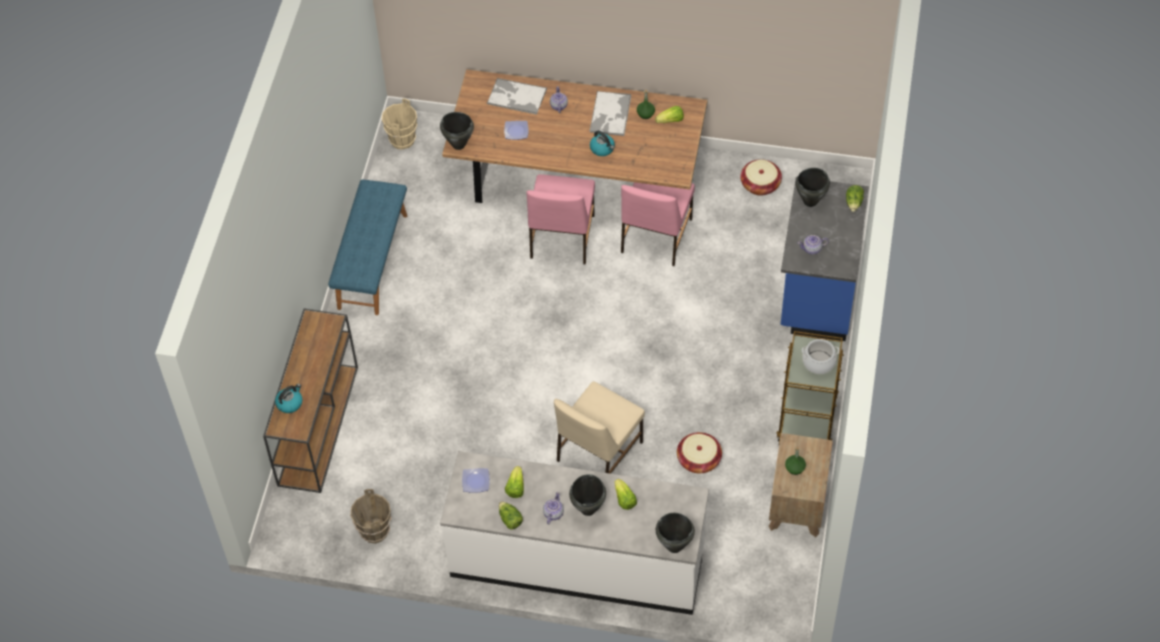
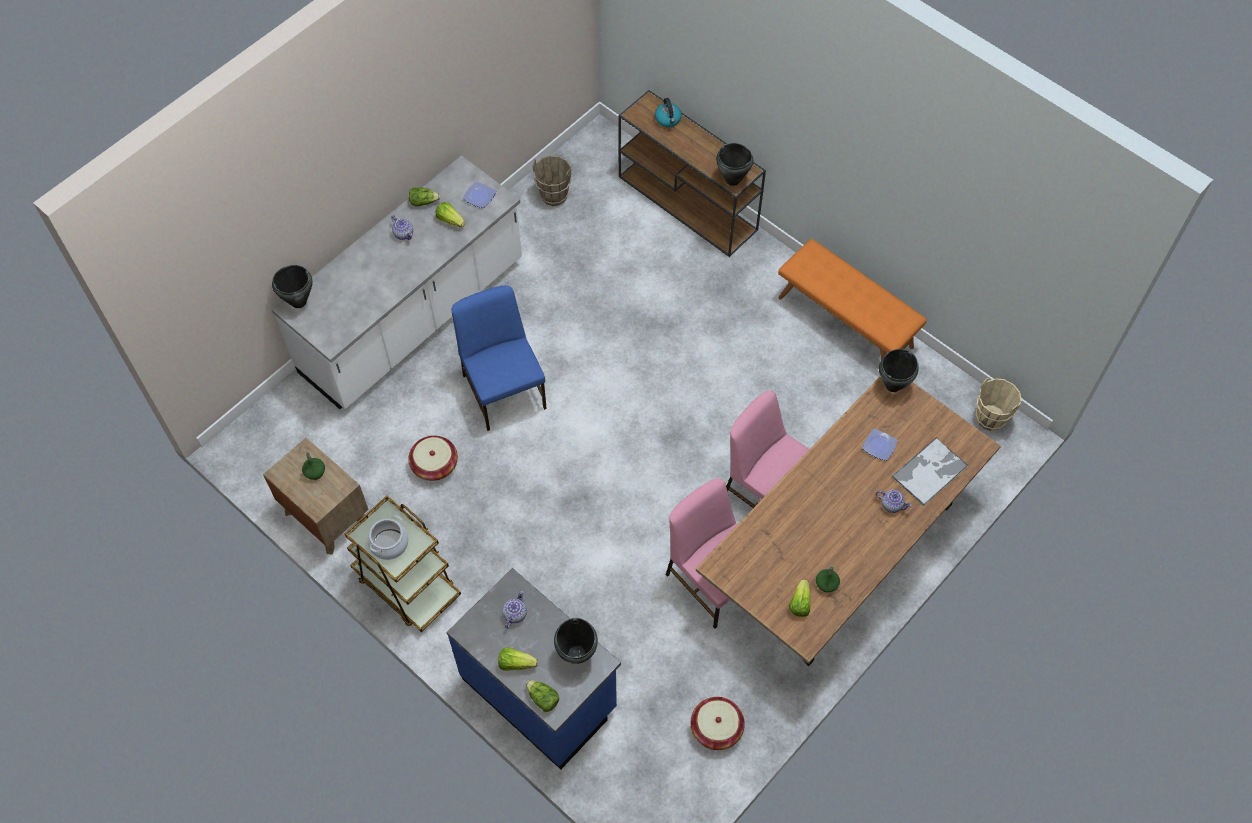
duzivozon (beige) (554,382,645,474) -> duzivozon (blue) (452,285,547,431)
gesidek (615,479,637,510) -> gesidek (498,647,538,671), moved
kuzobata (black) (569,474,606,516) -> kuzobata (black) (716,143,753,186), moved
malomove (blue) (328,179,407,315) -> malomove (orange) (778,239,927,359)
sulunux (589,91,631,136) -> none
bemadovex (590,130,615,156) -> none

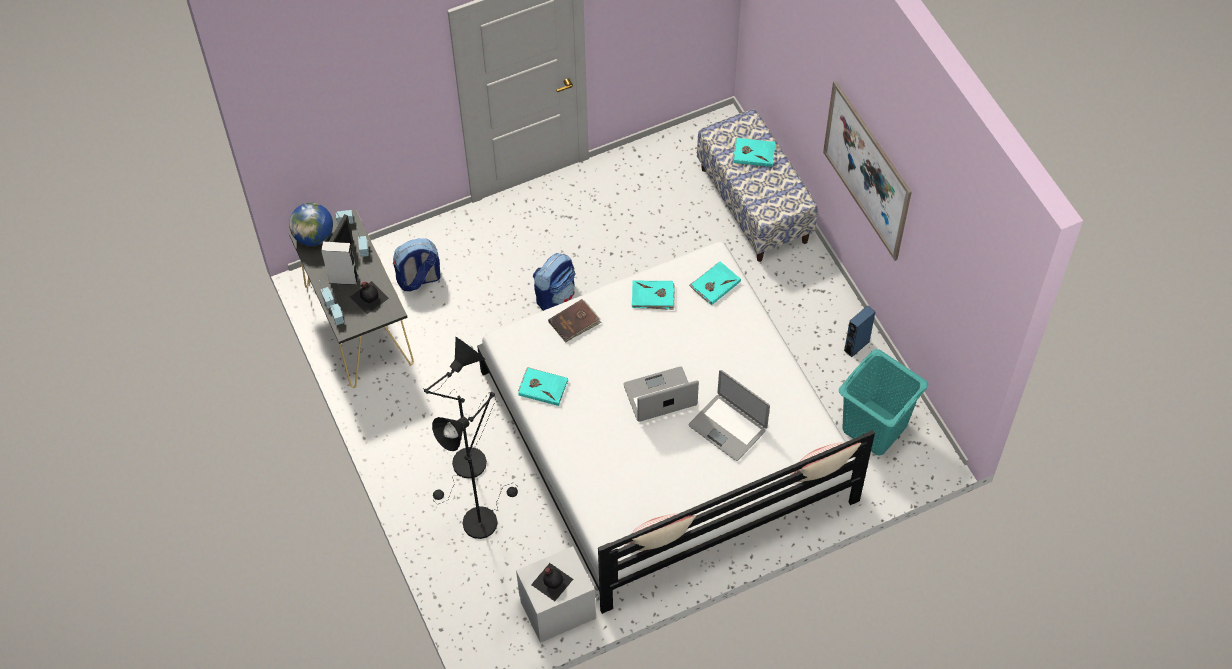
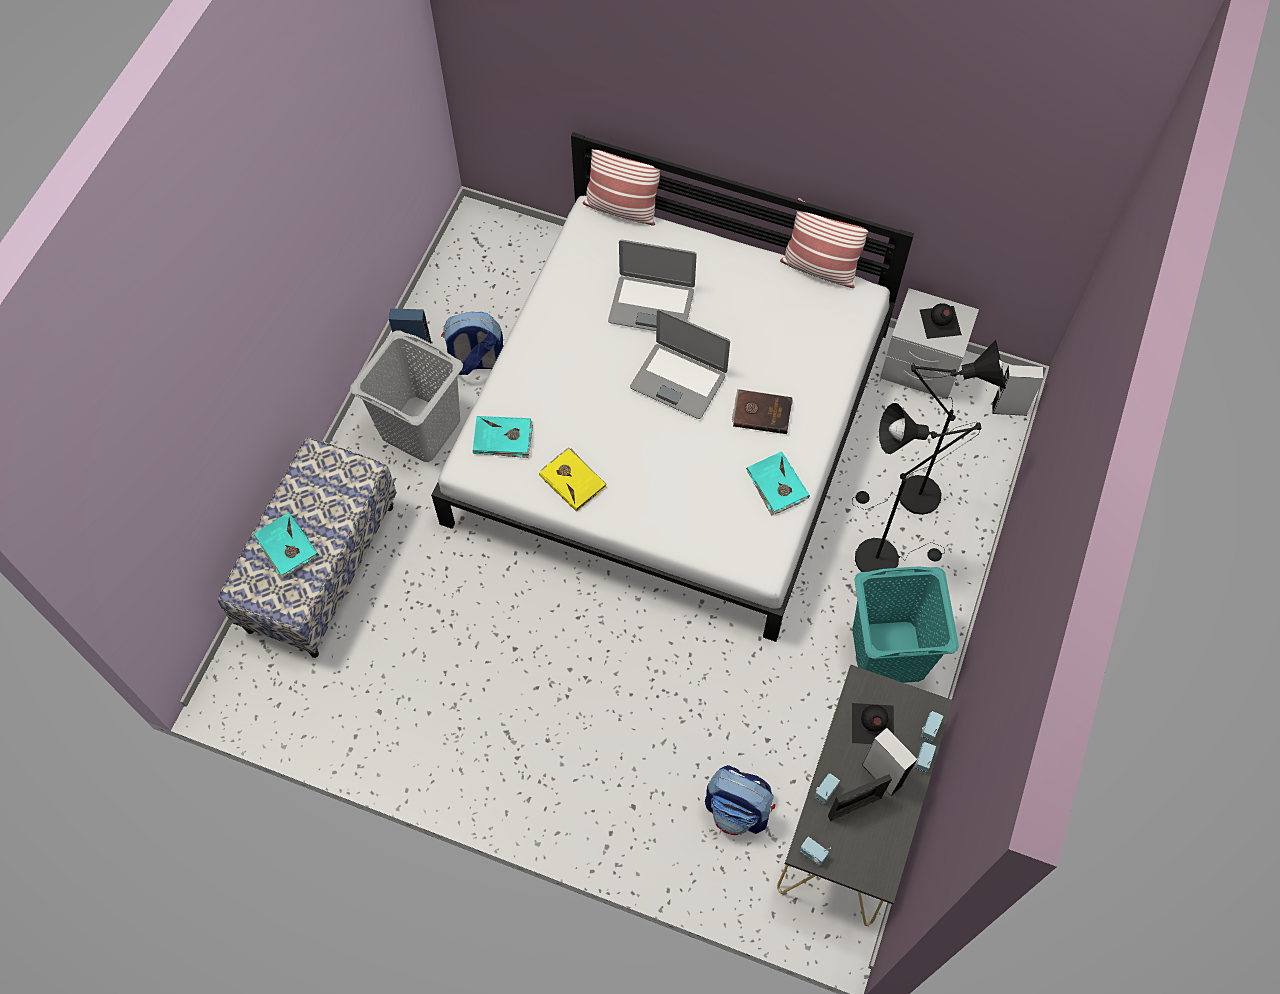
none -> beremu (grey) (350,331,463,462)
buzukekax (533,253,575,311) -> buzukekax (441,311,503,375), moved
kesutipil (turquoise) (631,281,675,310) -> kesutipil (yellow) (539,447,607,512)
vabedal (689,370,770,461) -> vabedal (608,240,697,331), 105 degrees clockwise
kesutipil (brown) (548,299,601,342) -> kesutipil (brown) (732,389,793,434), moved
beremu (turquoise) (839,349,928,455) -> beremu (turquoise) (852,566,959,683), moved
none -> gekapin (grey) (992,365,1044,416)
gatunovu (289,203,333,246) -> none
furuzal (823,80,912,261) -> none

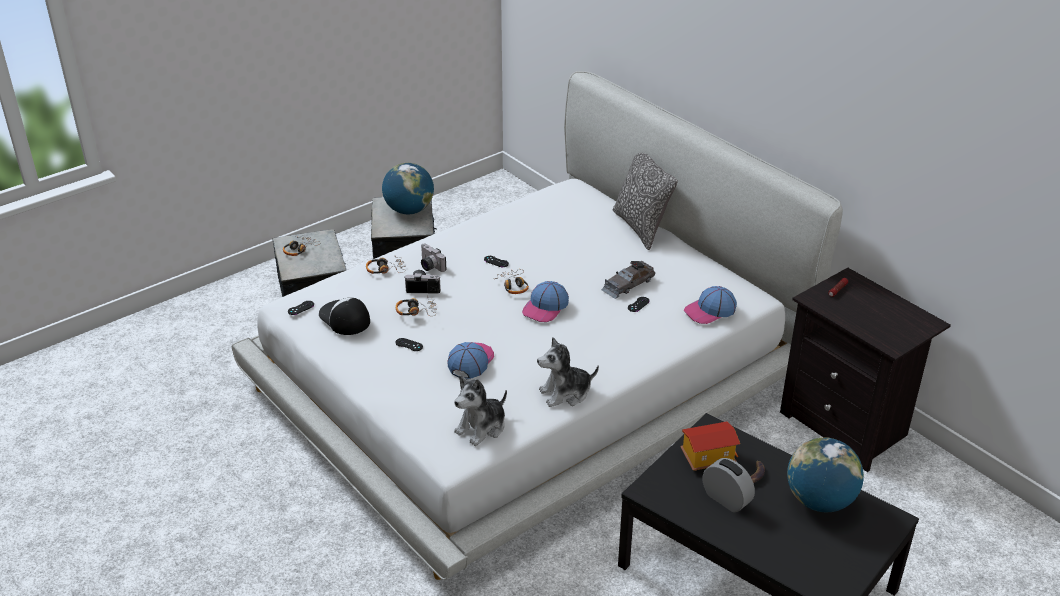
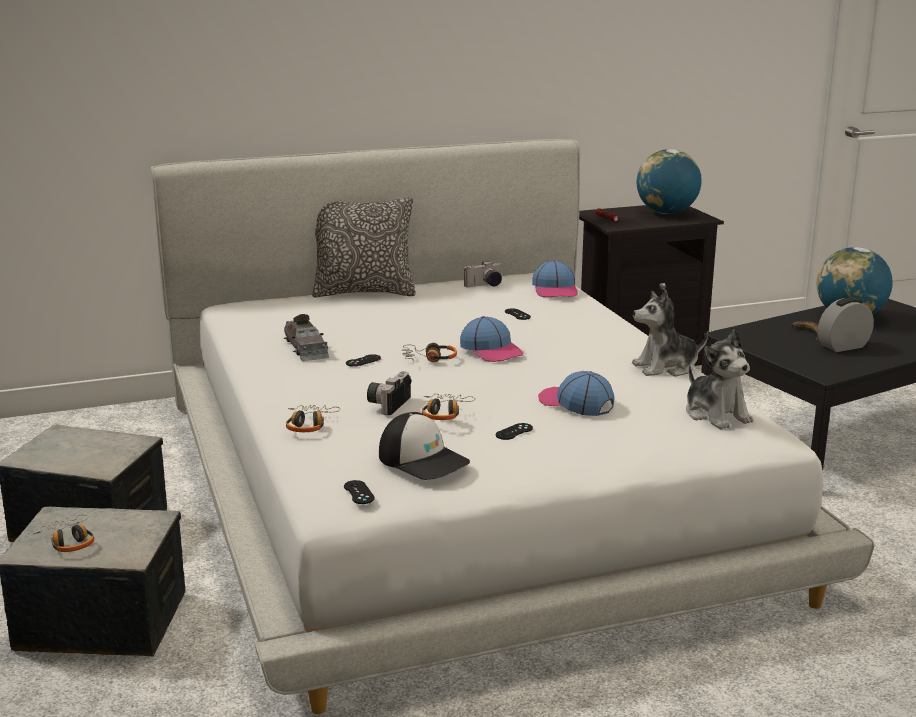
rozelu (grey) (602,261,655,299) -> rozelu (grey) (283,314,329,361), moved
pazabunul (319,297,370,335) -> pazabunul (379,412,470,480), 120 degrees counterclockwise
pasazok (421,243,447,272) -> pasazok (464,261,503,287), moved
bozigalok (537,337,599,407) -> bozigalok (632,290,708,377), 75 degrees clockwise
gatunovu (382,163,434,214) -> gatunovu (637,149,702,214), moved
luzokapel (680,421,740,471) -> none

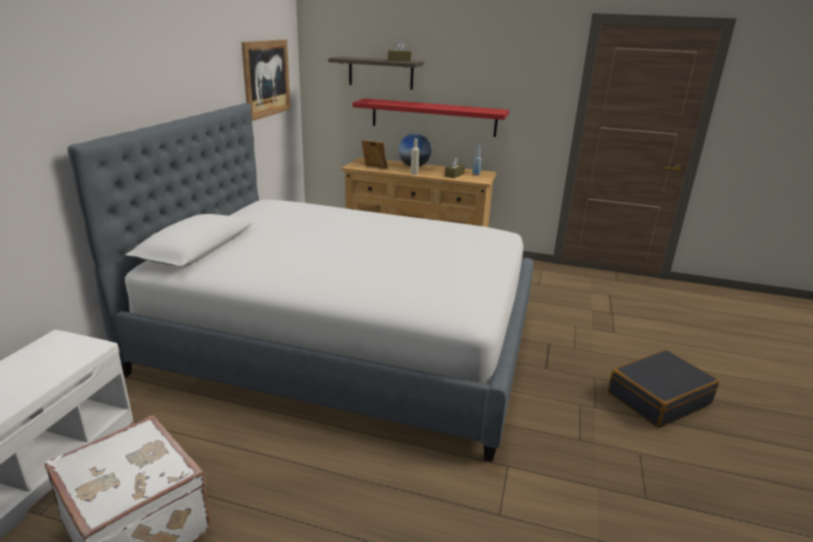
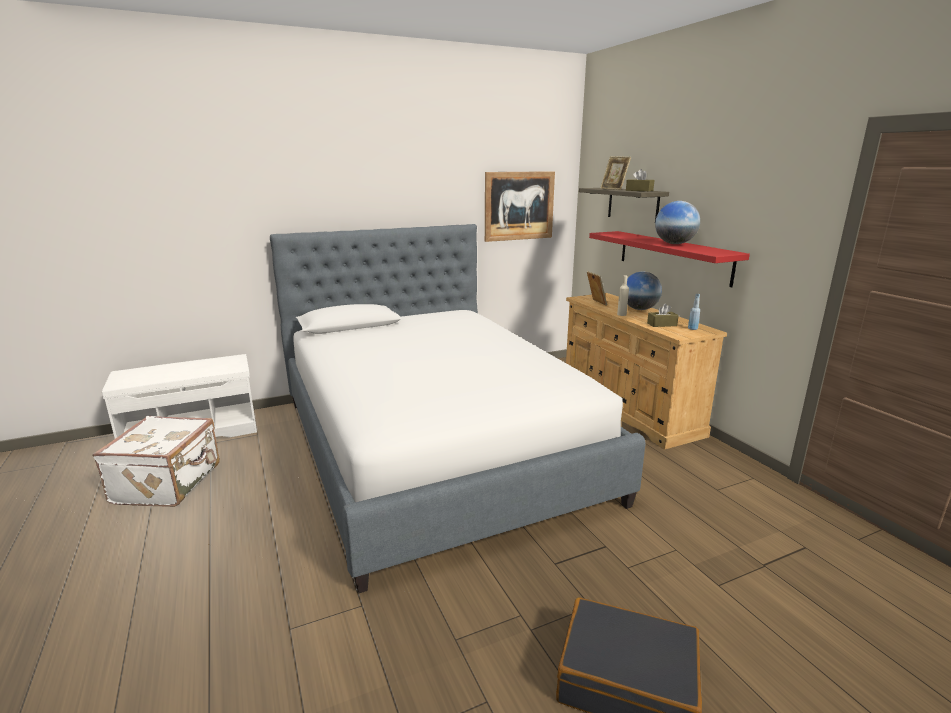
none -> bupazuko (600,157,631,190)
none -> gatunovu (655,201,700,244)

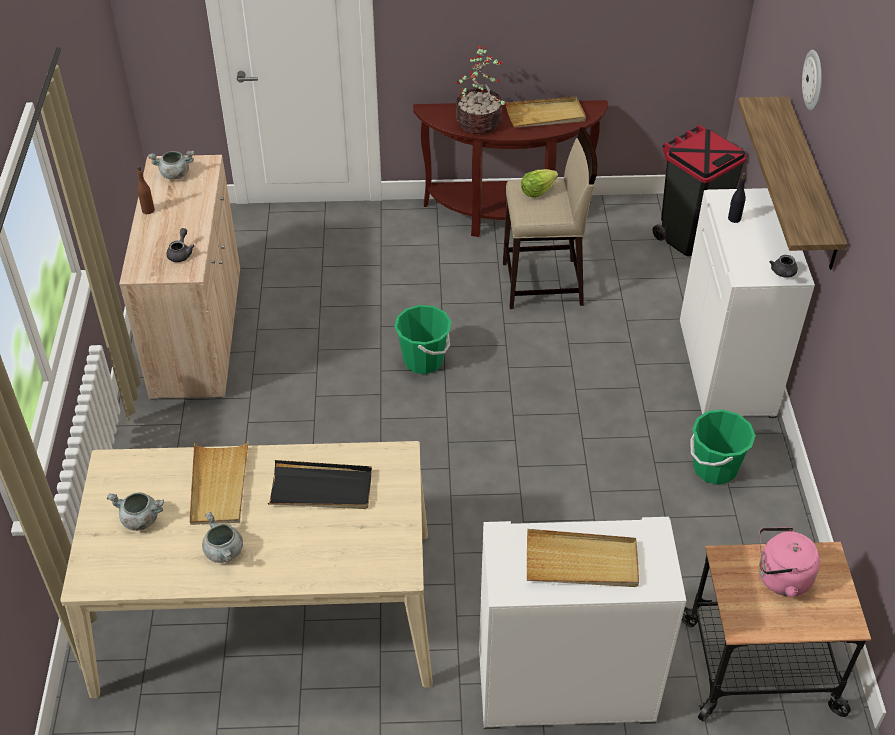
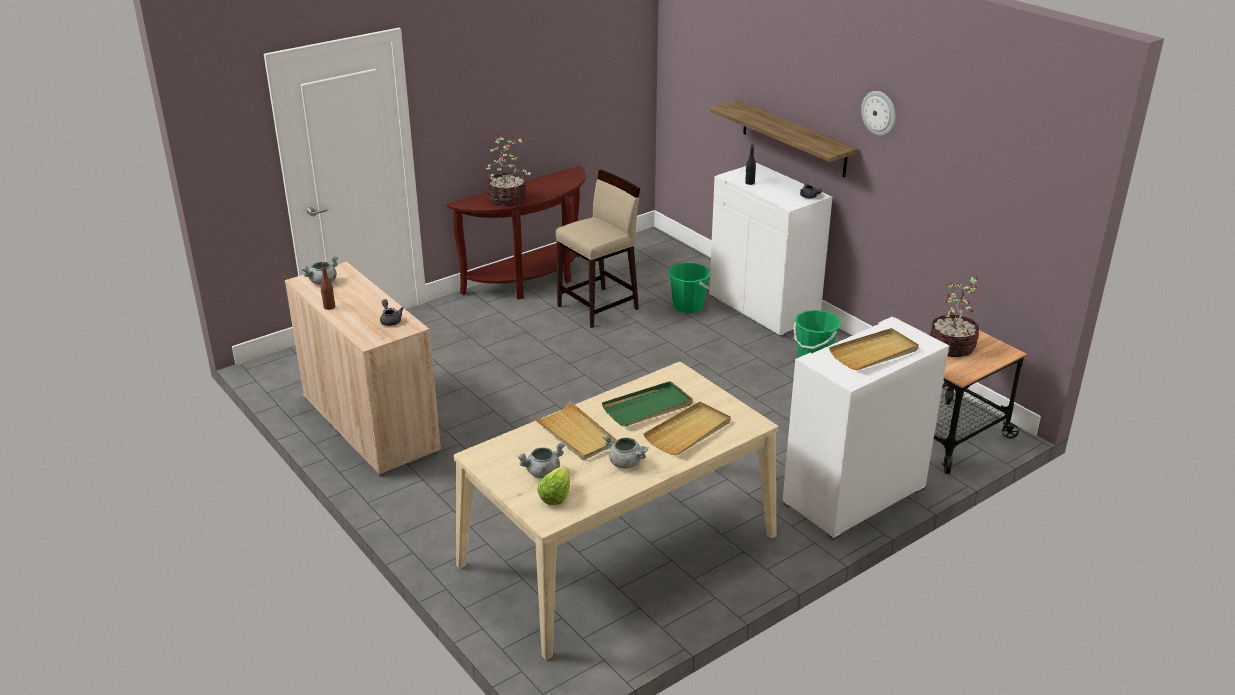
gesidek (521,169,558,198) -> gesidek (537,467,570,505), moved
sulunux (black) (268,460,372,509) -> sulunux (green) (602,381,693,427)
sulunux (beige) (506,97,586,128) -> sulunux (beige) (643,402,731,455), moved
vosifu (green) (394,305,451,374) -> vosifu (green) (668,263,711,313), moved
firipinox (802,50,822,111) -> firipinox (861,91,896,136), moved
bemadovex (pink) (759,527,820,597) -> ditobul (930,276,979,357)
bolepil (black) (653,125,747,256) -> none

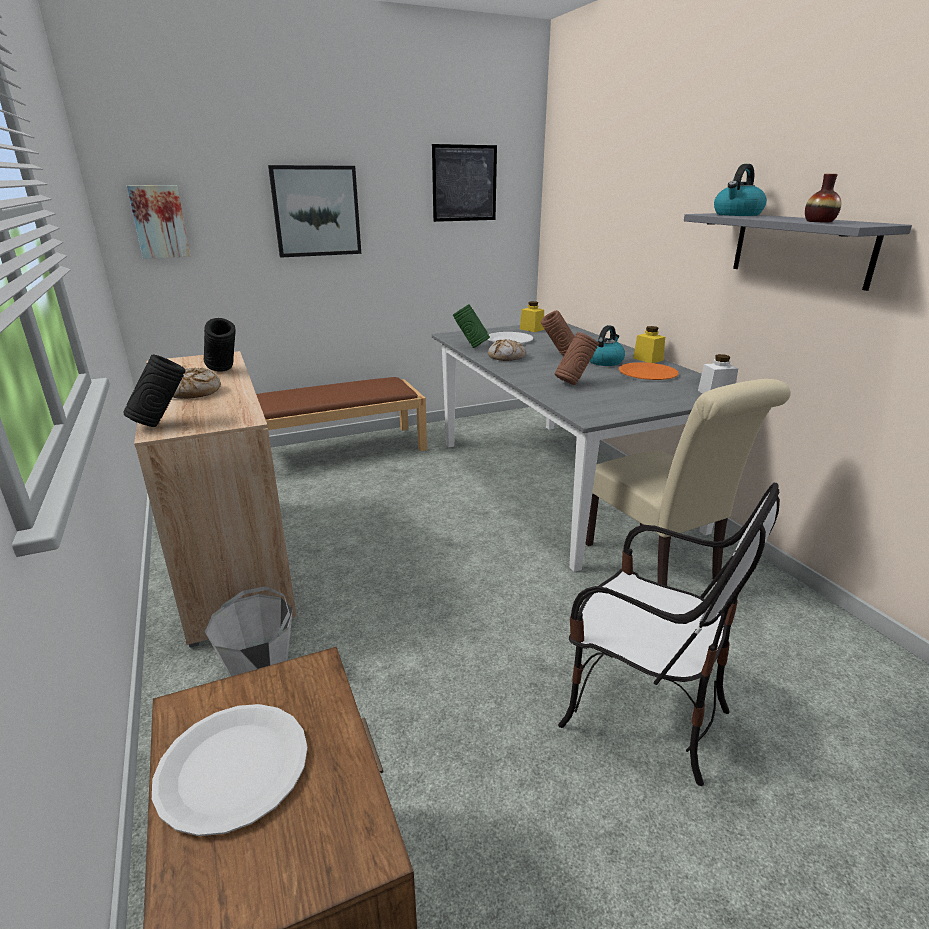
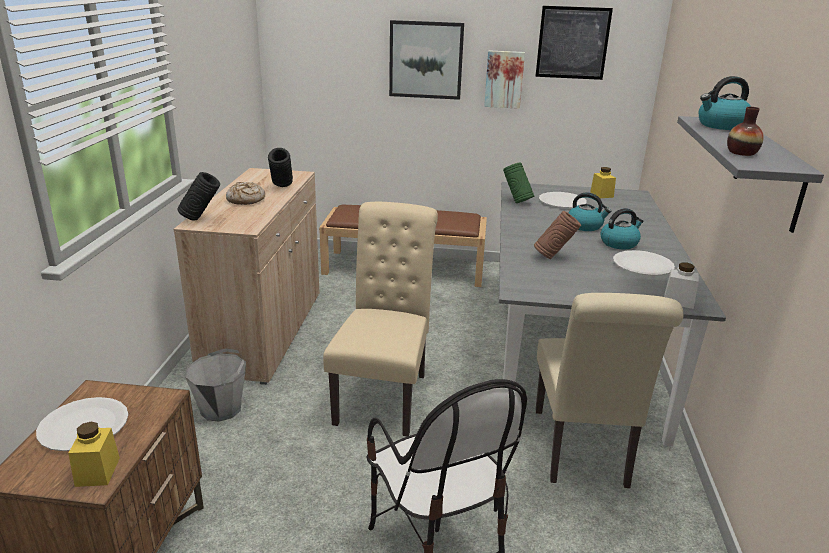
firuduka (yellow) (633,326,665,363) -> firuduka (yellow) (68,422,120,487), moved
none -> duzivozon (beige) (323,202,438,436)
furuzal (127,185,191,259) -> furuzal (484,50,525,109), moved
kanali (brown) (541,310,574,355) -> bemadovex (569,193,611,231)
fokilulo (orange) (619,362,678,380) -> fokilulo (white) (613,250,675,276)
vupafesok (488,339,526,361) -> none

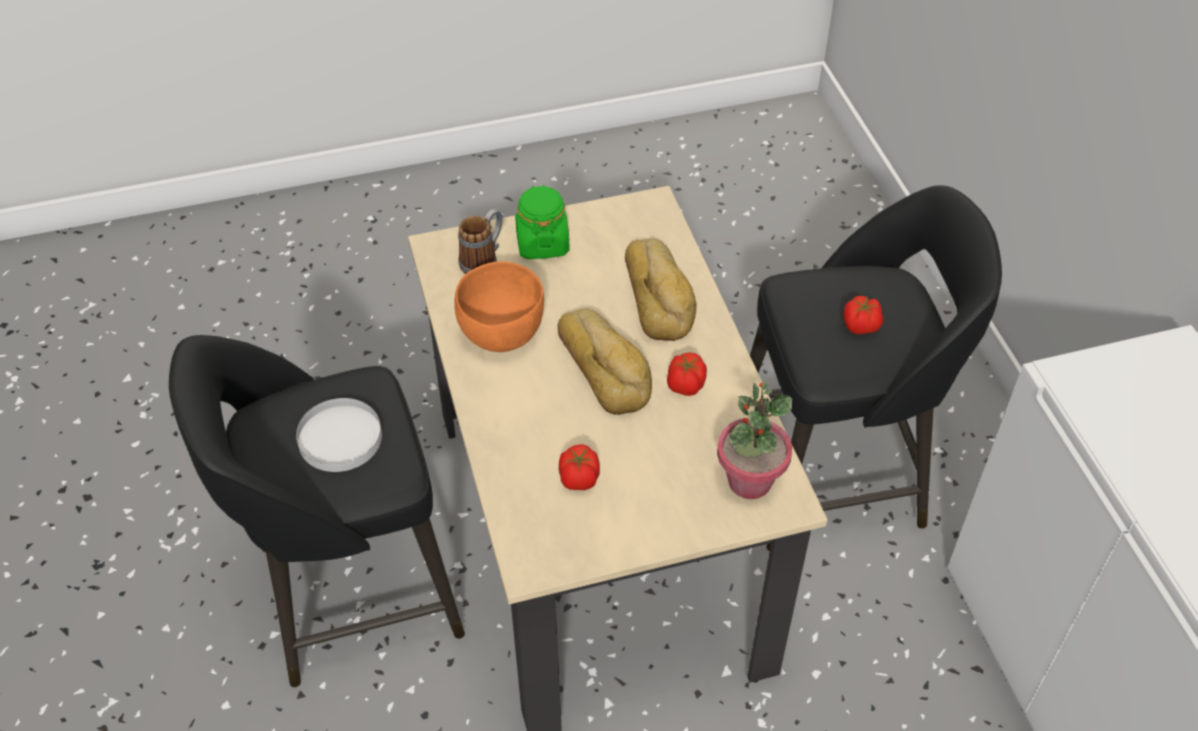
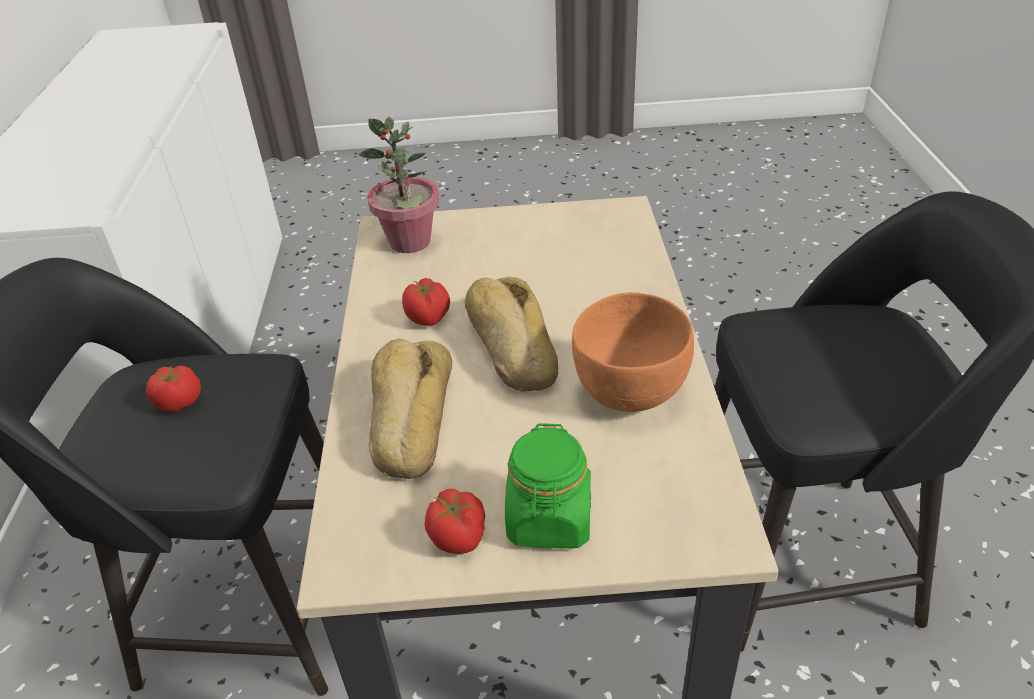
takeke (559,444,600,490) -> takeke (424,489,485,554), moved
fokilulo (white) (296,398,382,472) -> none
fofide (458,209,503,274) -> none

